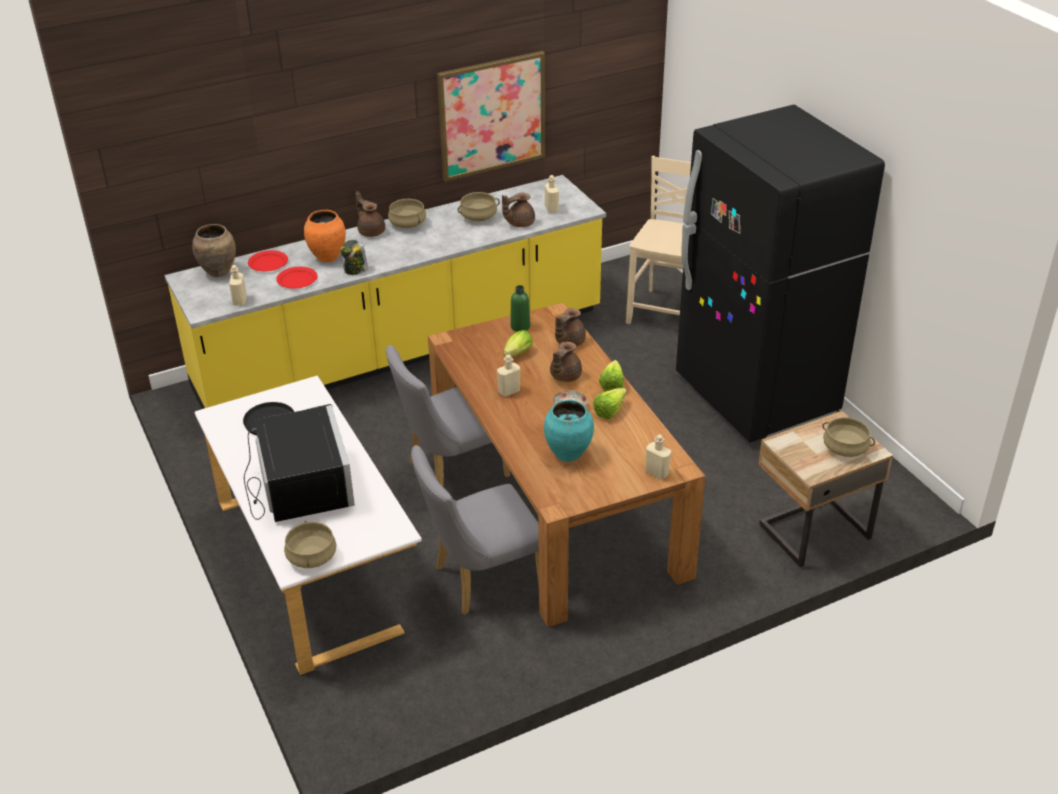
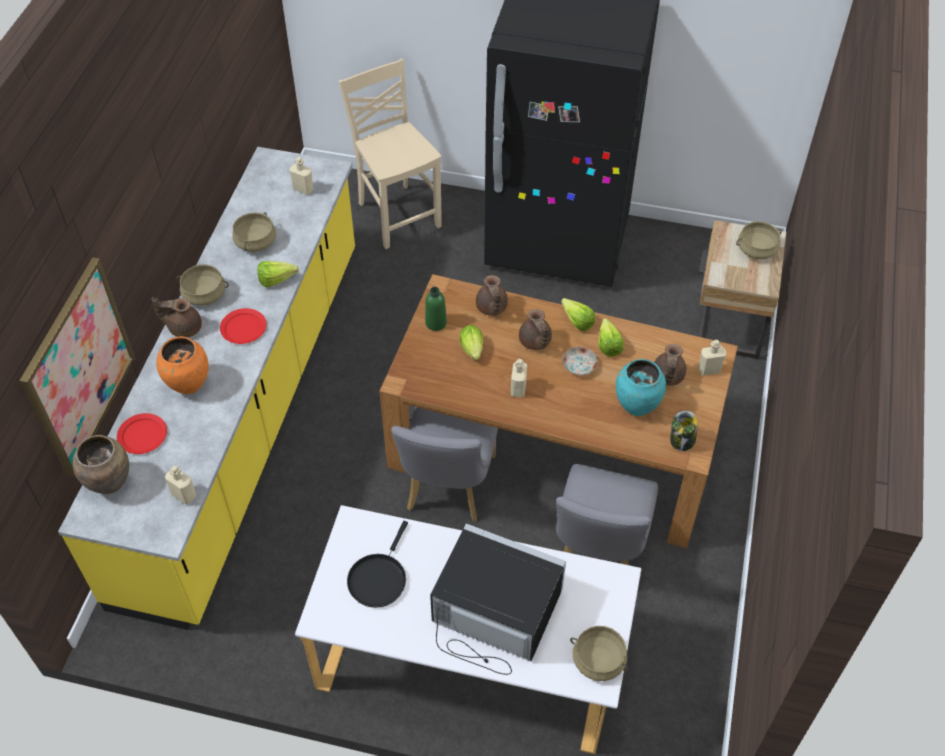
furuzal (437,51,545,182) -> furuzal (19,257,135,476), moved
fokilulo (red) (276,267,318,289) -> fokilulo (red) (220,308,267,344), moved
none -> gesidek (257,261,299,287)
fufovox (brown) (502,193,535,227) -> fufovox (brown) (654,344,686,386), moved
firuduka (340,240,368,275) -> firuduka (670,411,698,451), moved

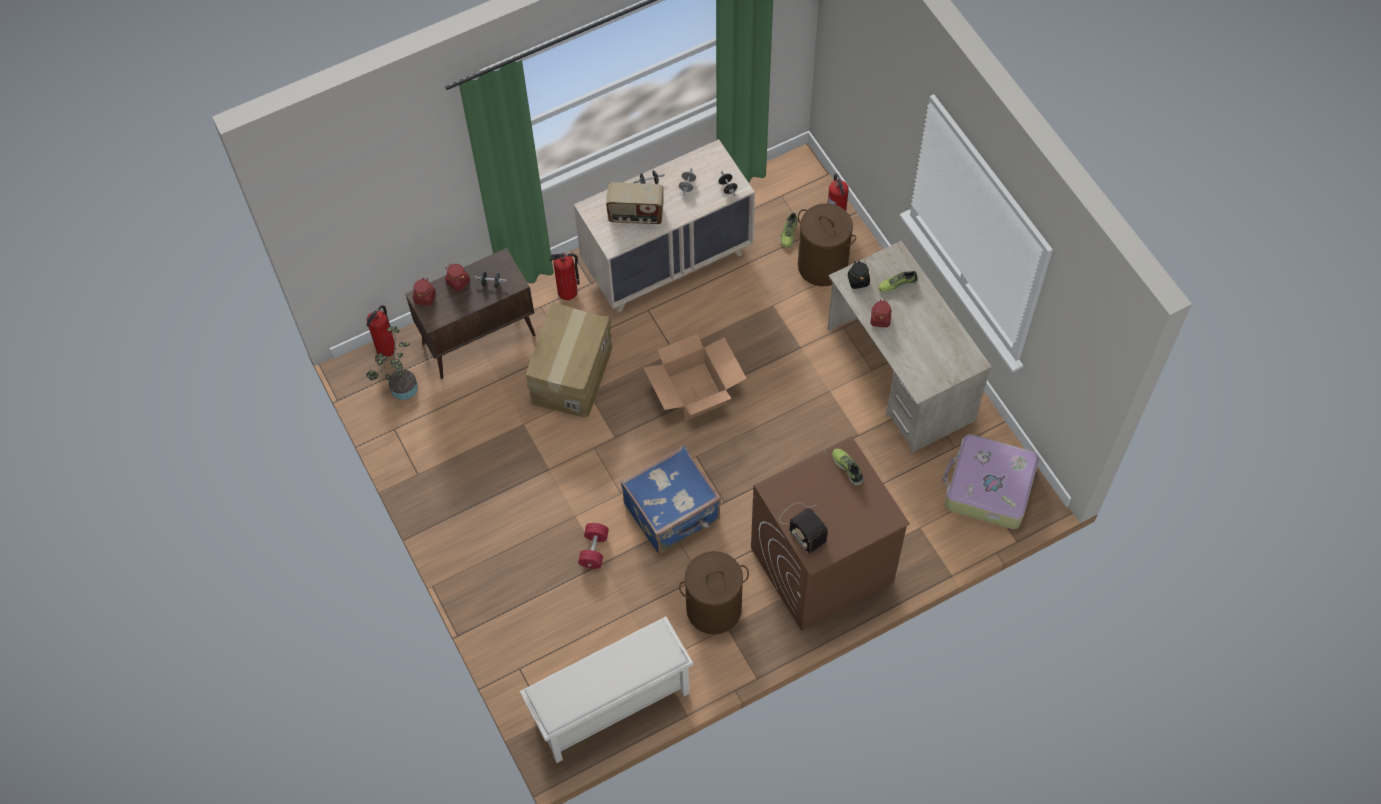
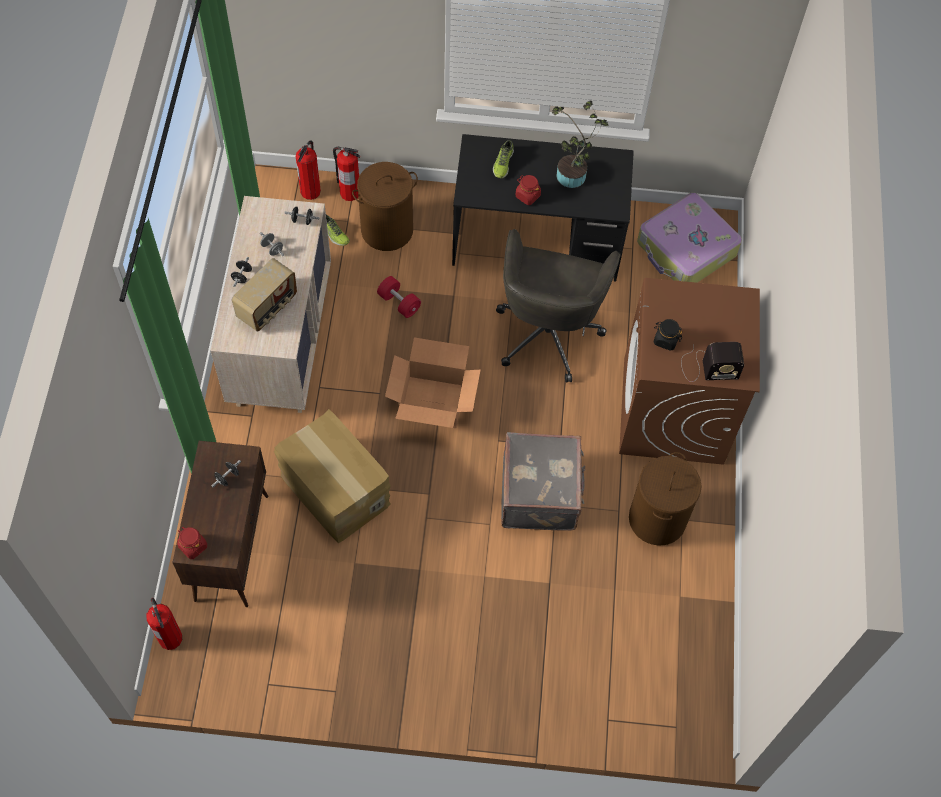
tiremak (549,253,580,300) -> tiremak (296,140,321,200), moved
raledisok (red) (578,523,609,569) -> raledisok (red) (377,276,421,318), moved
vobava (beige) (828,241,992,453) -> vobava (black) (452,134,634,281)
none -> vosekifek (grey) (496,229,621,383)
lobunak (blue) (620,446,721,554) -> lobunak (grey) (501,432,585,531)
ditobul (366,326,418,400) -> ditobul (552,100,608,188), moved
firuduka (black) (848,260,870,289) -> firuduka (black) (654,319,683,351), moved
firuduka (red) (446,264,470,291) -> none
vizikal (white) (520,617,694,763) -> none
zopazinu (832,449,864,485) -> none

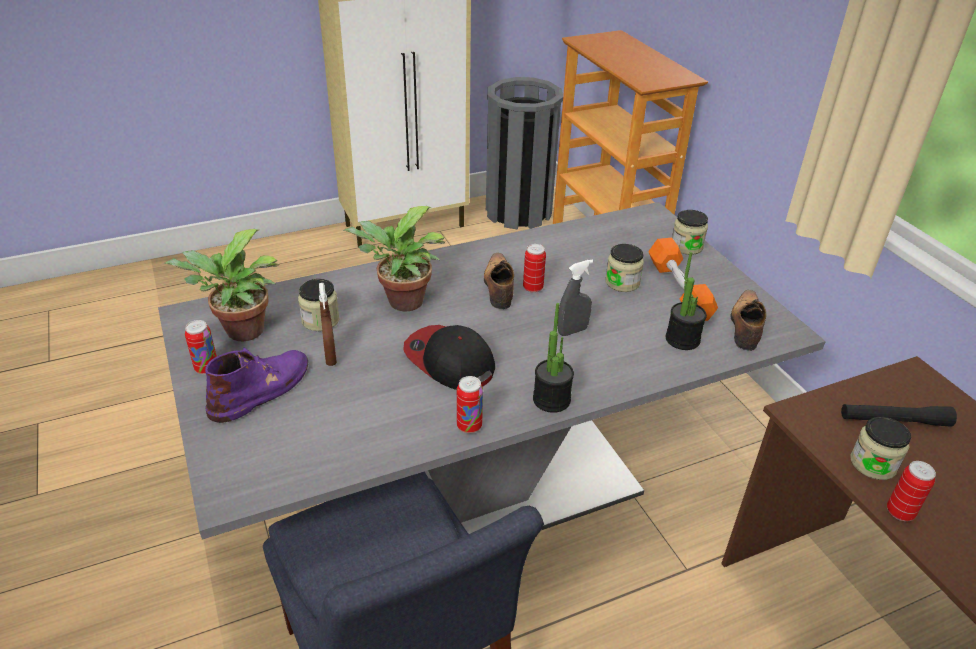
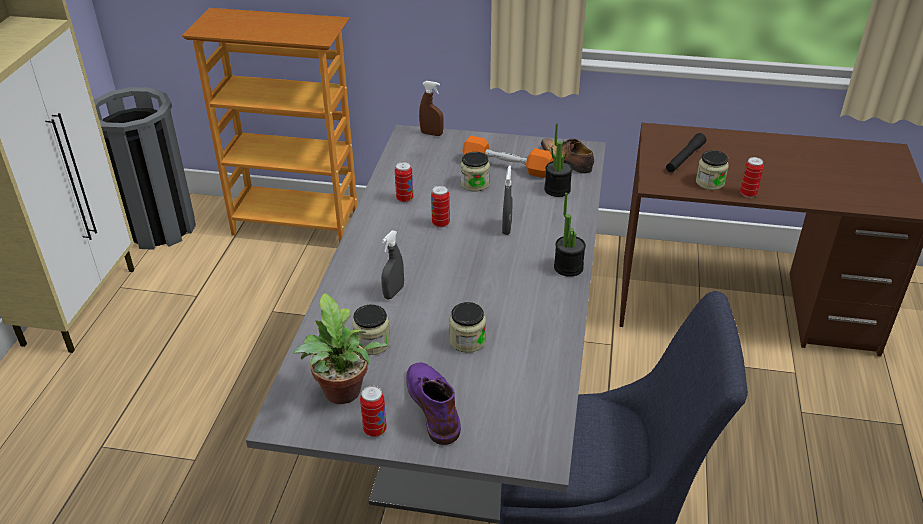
ditobul (343,206,445,312) -> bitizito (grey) (381,230,404,299)
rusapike (457,376,483,433) -> rusapike (395,162,413,203), moved
bitizito (brown) (319,283,337,366) -> bitizito (brown) (419,81,444,136), moved
firuduka (672,210,708,255) -> firuduka (449,302,486,353), moved
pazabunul (403,325,495,390) -> none
zopazinu (484,253,514,309) -> none

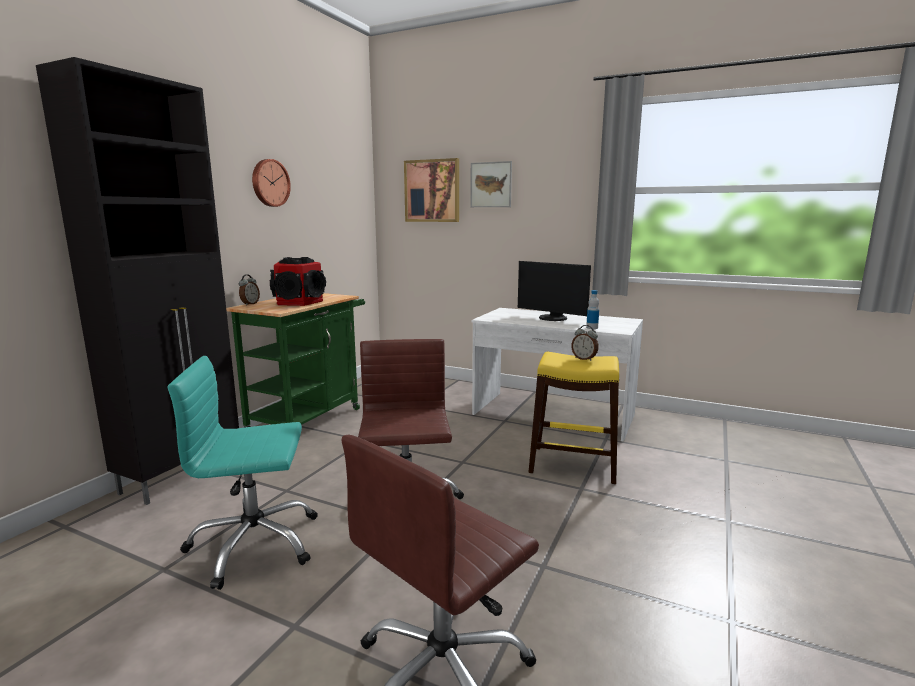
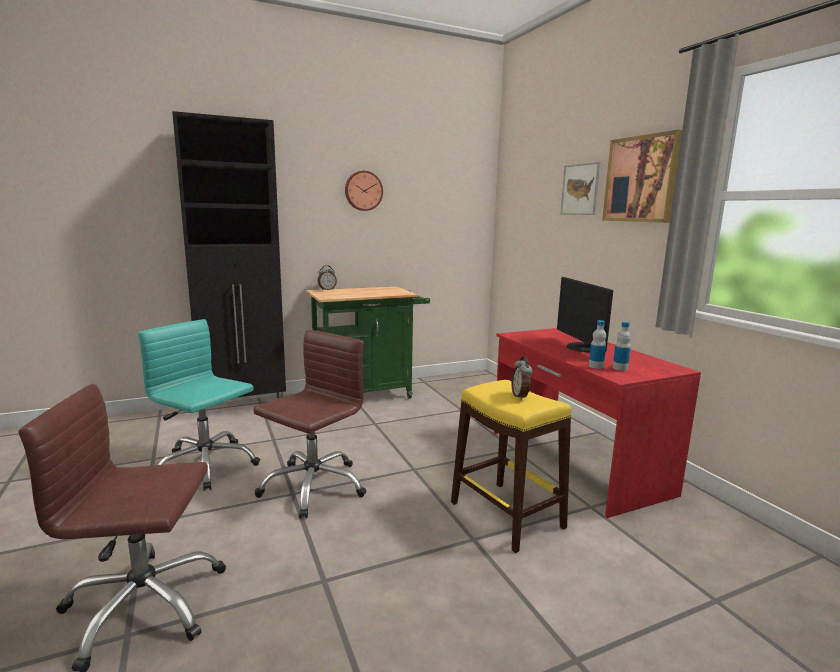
vobava (white) (471,308,643,442) -> vobava (red) (494,328,701,518)
furuzal (404,158,459,222) -> furuzal (602,130,682,223), moved
none -> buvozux (613,322,631,371)
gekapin (270,257,326,306) -> none

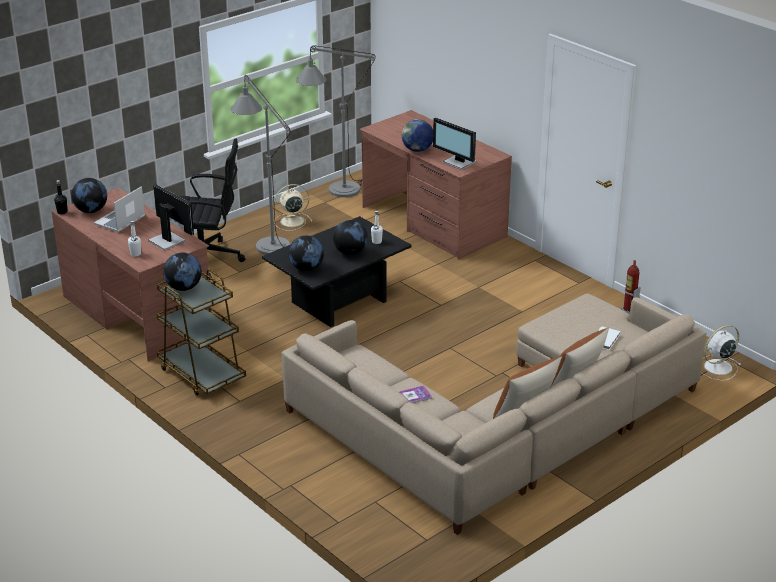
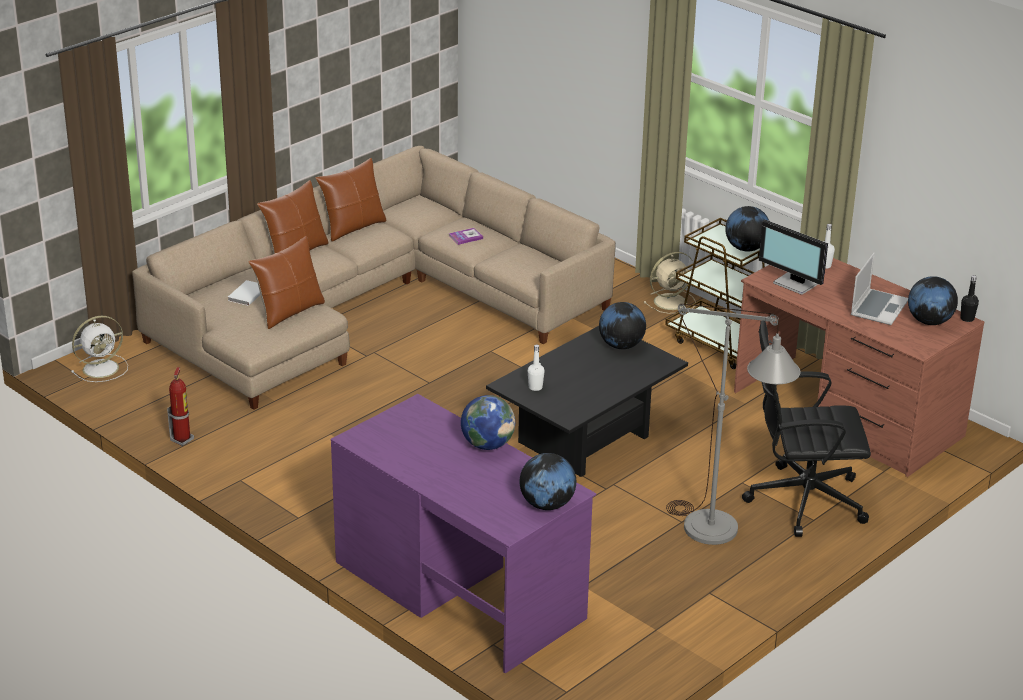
none -> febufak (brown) (248,236,325,329)
vobava (brown) (360,110,512,259) -> vobava (purple) (331,394,596,673)
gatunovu (333,220,368,255) -> gatunovu (520,453,576,510), moved
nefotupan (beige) (274,184,312,231) -> nefotupan (beige) (643,252,696,314), moved
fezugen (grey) (296,45,376,197) -> none
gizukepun (433,118,477,170) -> none

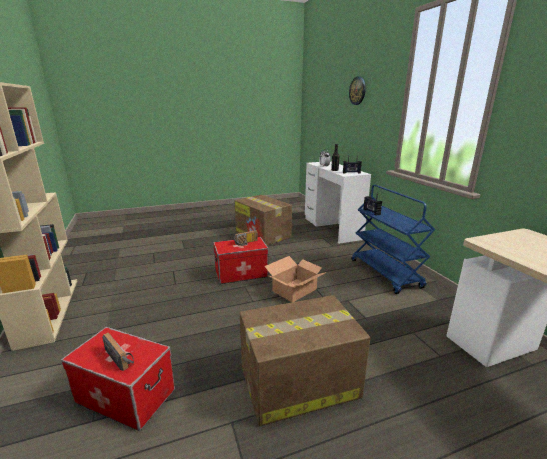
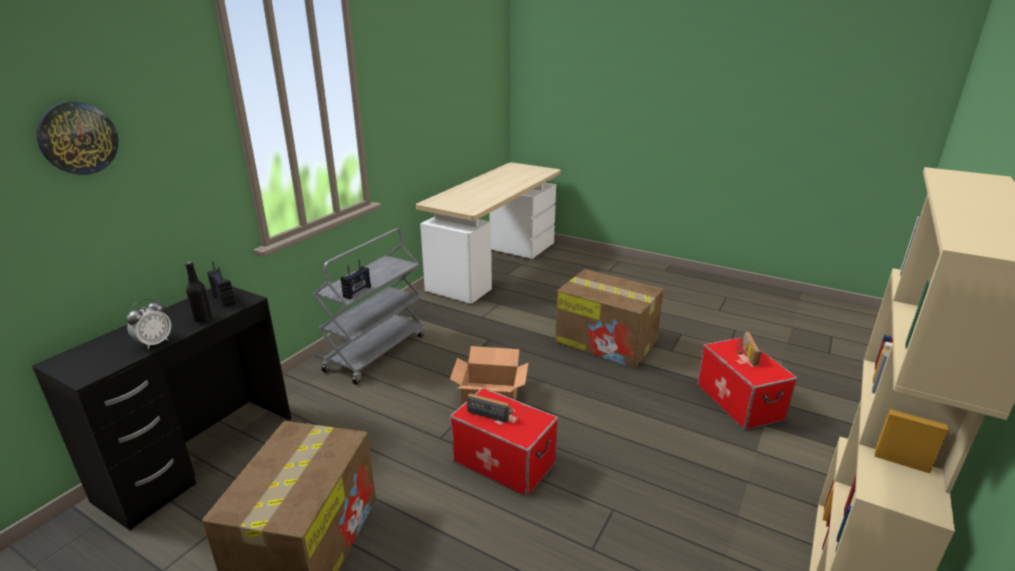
vobava (white) (305,161,371,244) -> vobava (black) (32,286,291,530)
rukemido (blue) (352,185,435,294) -> rukemido (grey) (313,228,425,385)

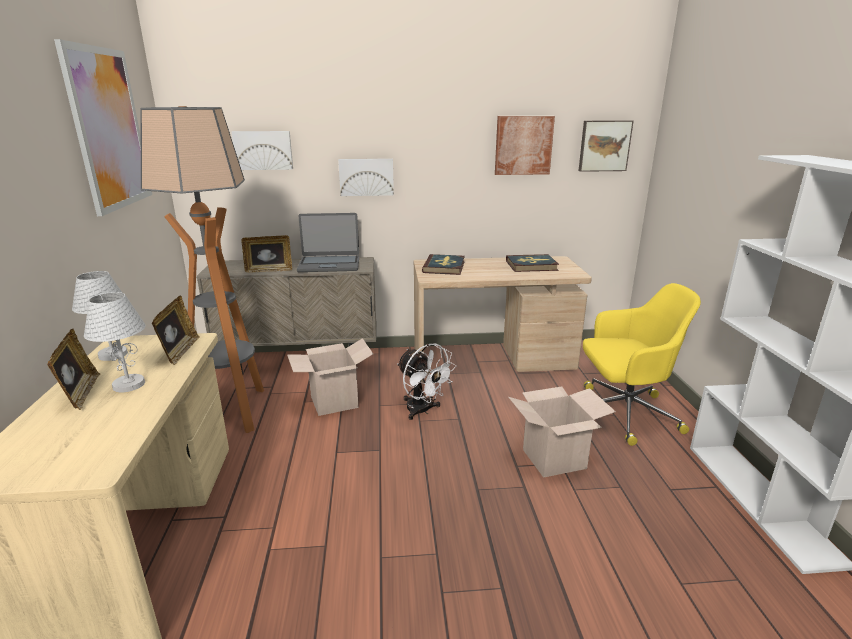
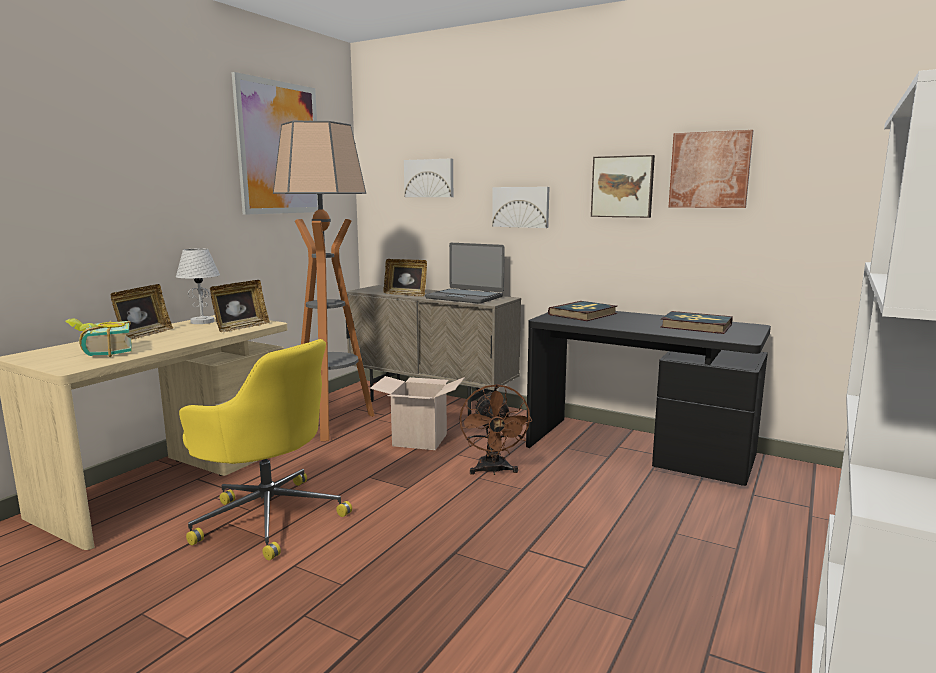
none -> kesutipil (65,318,131,357)
vosekifek (yellow) (583,283,701,446) -> vosekifek (yellow) (179,339,352,560), moved
nefotupan (white) (397,343,457,420) -> nefotupan (brown) (460,384,532,475)
vobava (beige) (414,256,592,382) -> vobava (black) (526,311,771,486)
furuzal (578,120,634,172) -> furuzal (591,155,655,218), moved
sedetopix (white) (84,292,146,392) -> none
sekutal (508,387,616,478) -> none

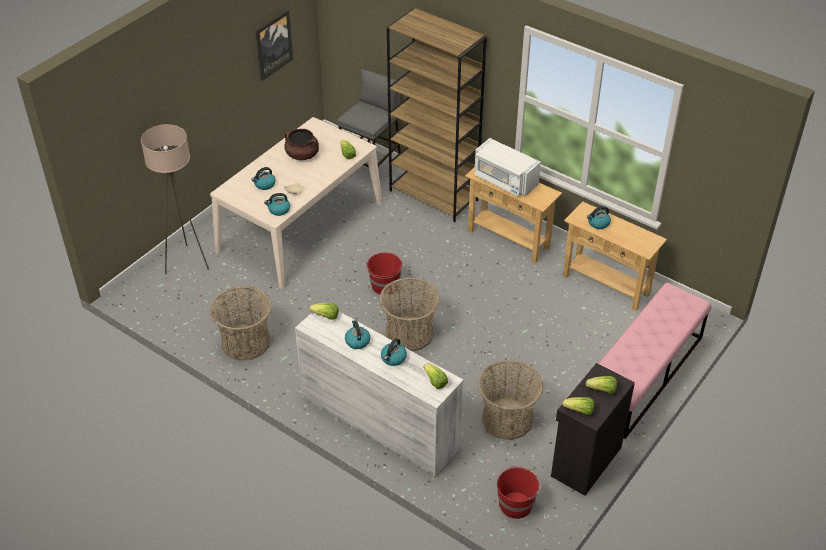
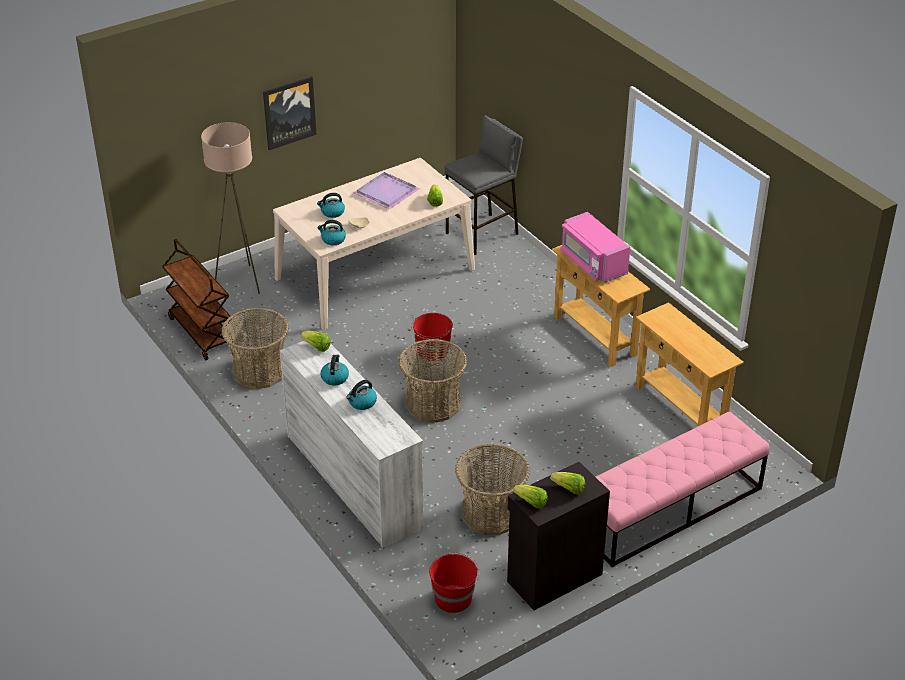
none -> rukemido (brown) (162,239,232,360)
furuzal (255,10,293,81) -> furuzal (263,76,317,150), moved
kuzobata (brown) (284,129,319,160) -> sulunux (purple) (353,172,420,210)
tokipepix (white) (474,138,541,196) -> tokipepix (pink) (560,212,630,283)
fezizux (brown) (387,8,487,222) -> none
gesidek (424,363,448,389) -> none
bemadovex (587,206,611,229) -> none

